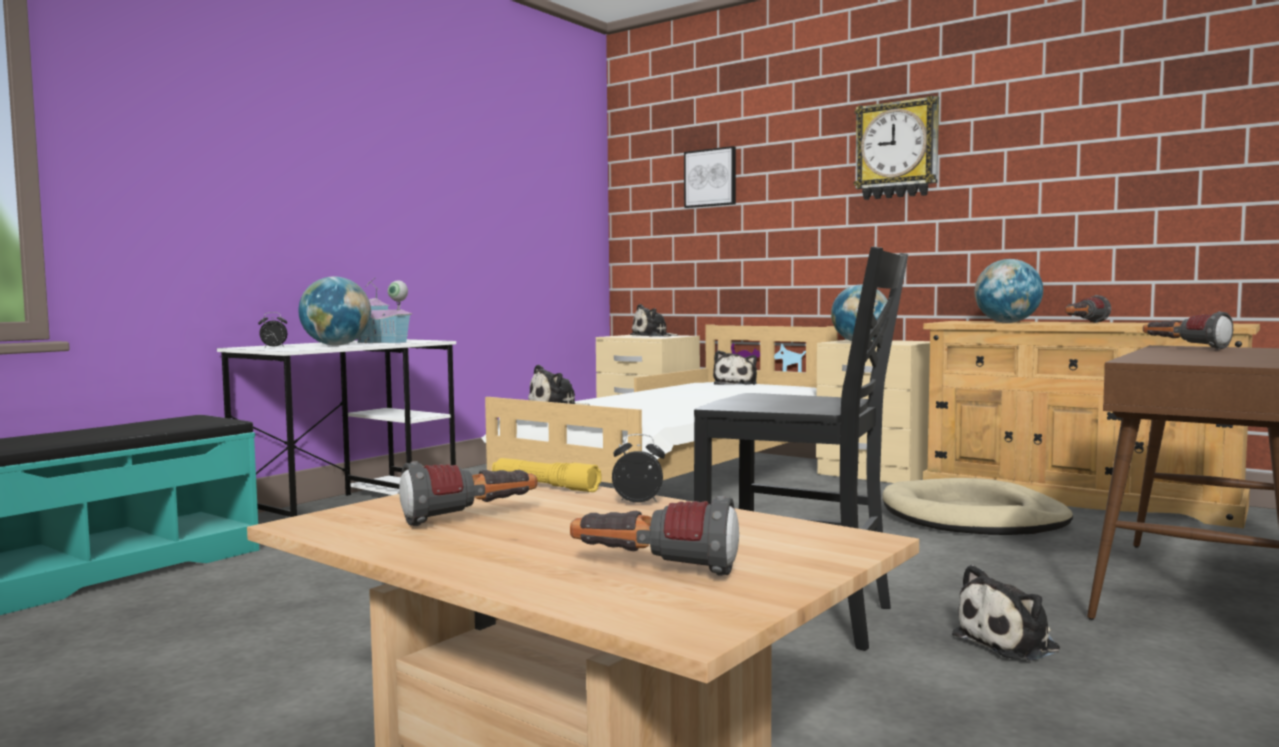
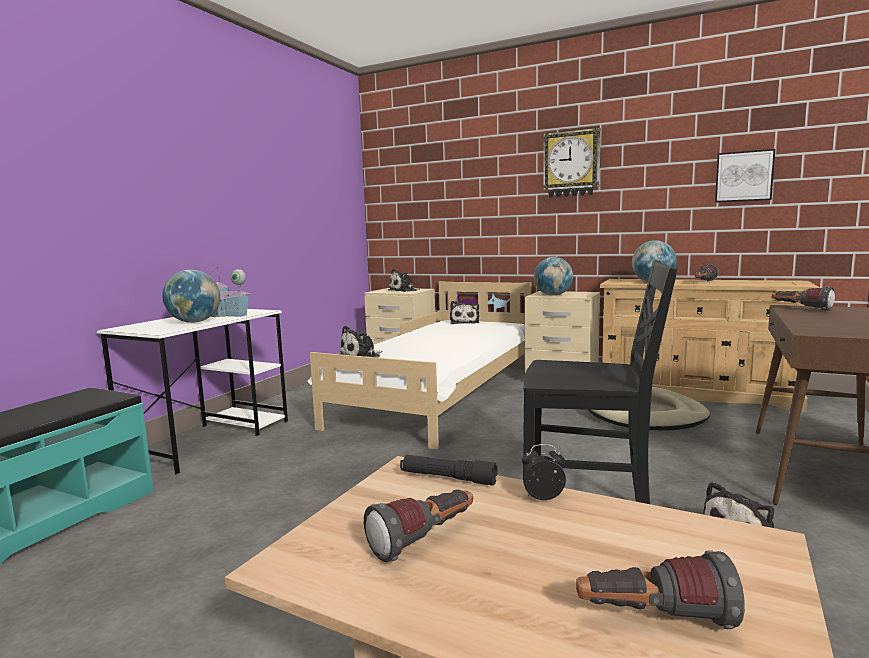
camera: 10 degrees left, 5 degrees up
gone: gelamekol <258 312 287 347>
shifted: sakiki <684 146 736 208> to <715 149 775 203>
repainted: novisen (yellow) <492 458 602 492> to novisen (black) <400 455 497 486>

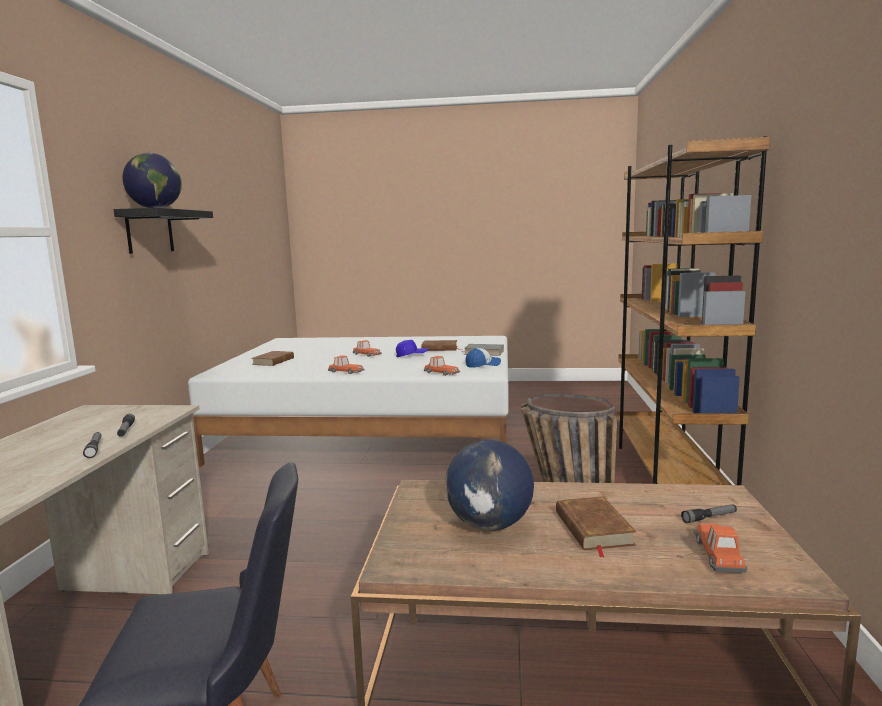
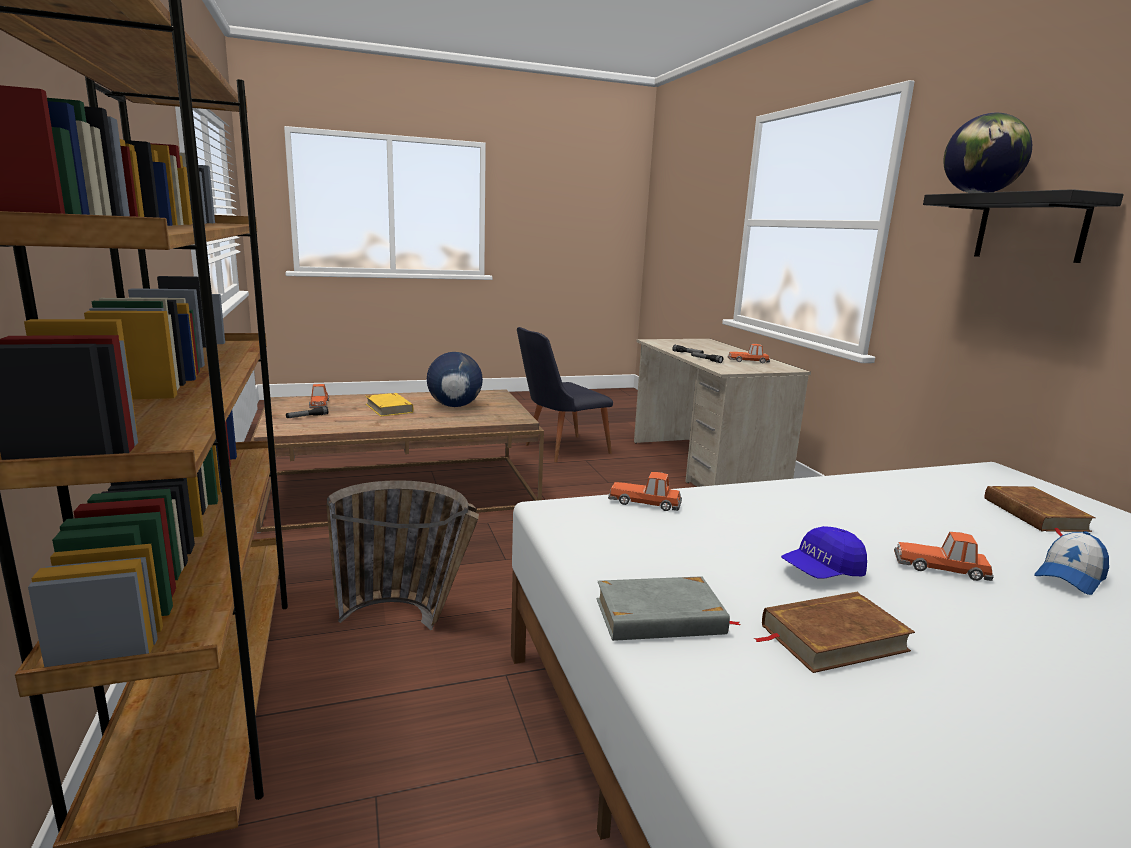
camera: 155 degrees right, 5 degrees up
shifted: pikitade <465 348 501 368> to <1034 531 1109 595>; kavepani <328 355 365 374> to <727 344 770 363>
repainted: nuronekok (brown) <556 497 636 558> to nuronekok (yellow) <366 393 414 417>

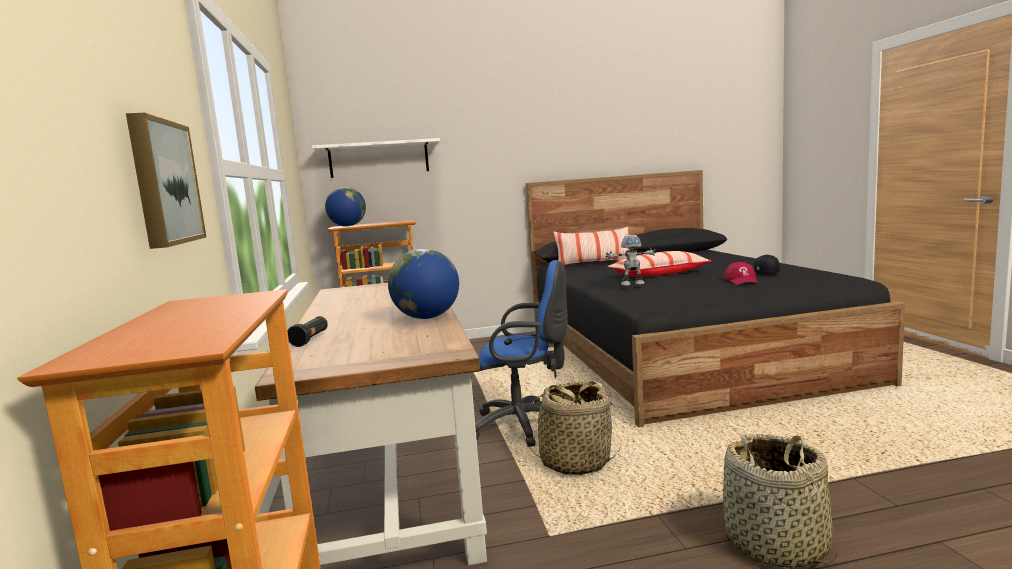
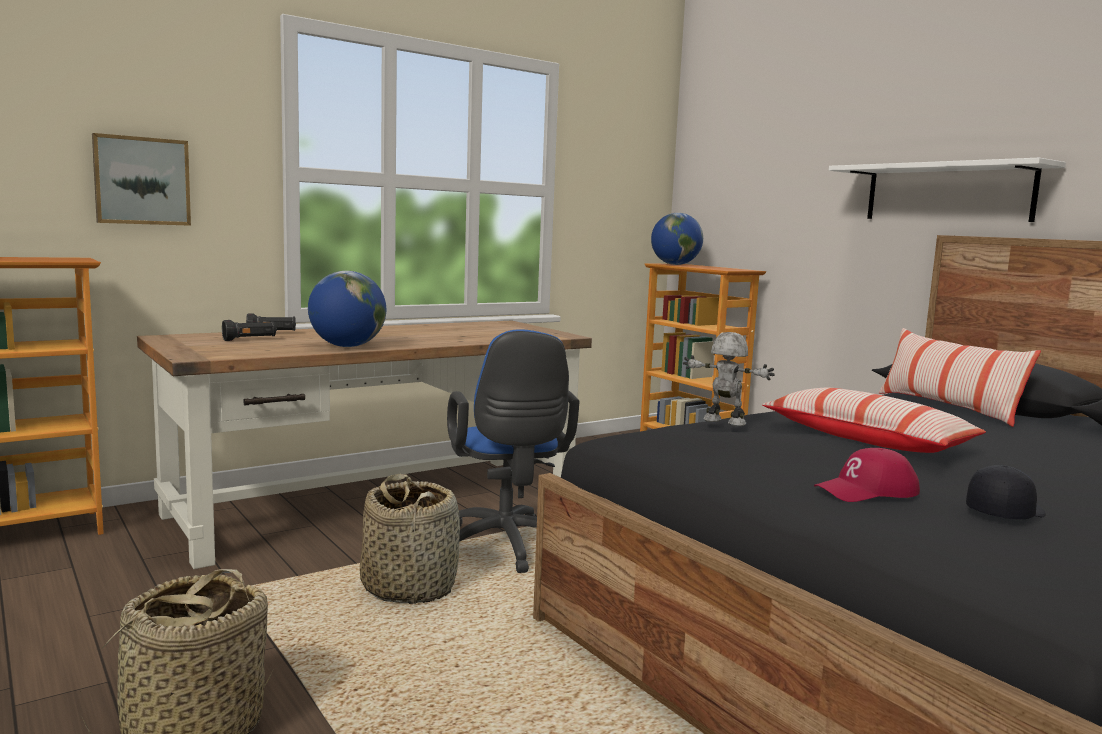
camera: 65 degrees right, 0 degrees up
new: novisen (black) <222 320 277 341>
shifted: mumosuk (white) <312 138 440 178> to <829 158 1066 222>
rotated: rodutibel <606 234 656 286> = <683 332 775 426> 150 degrees clockwise

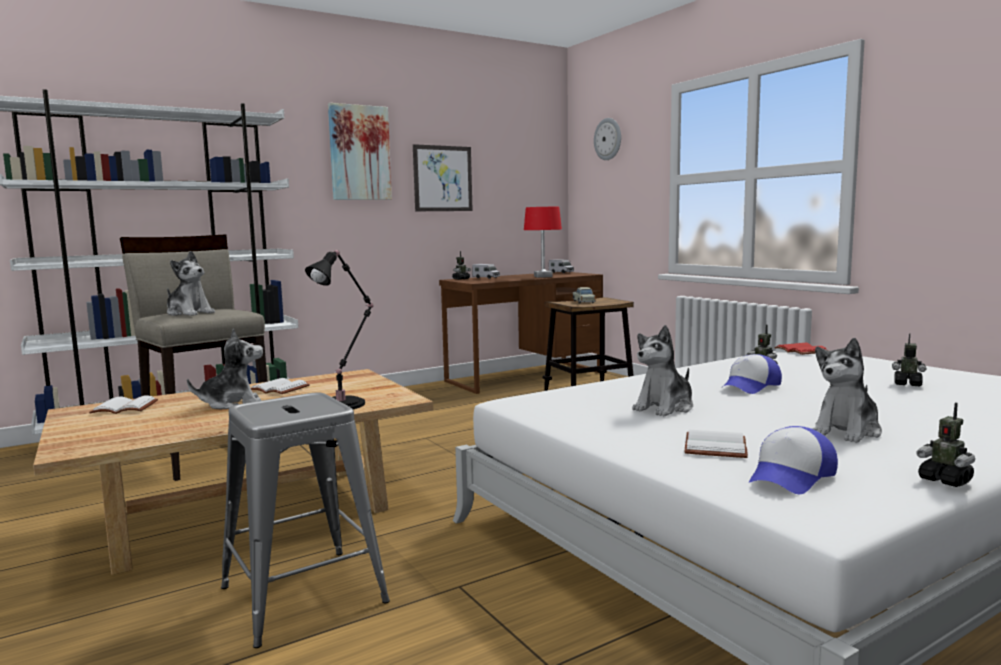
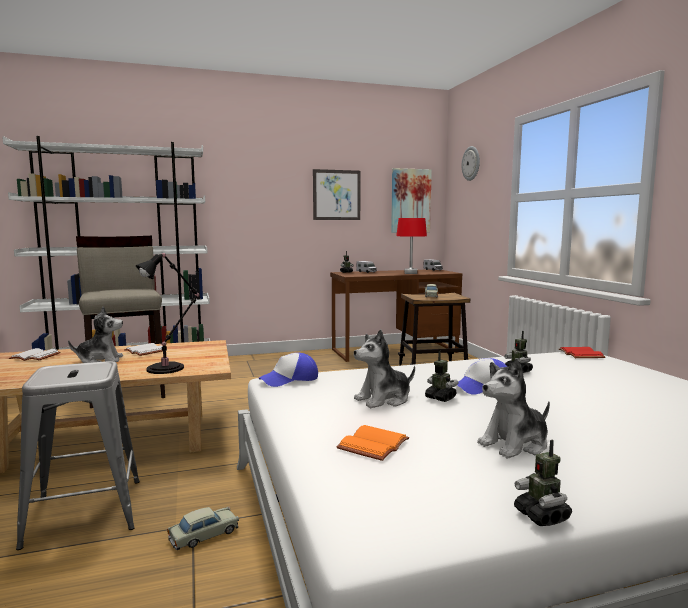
camera: 15 degrees right, 0 degrees up
gone: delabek <167 251 215 316>
new: kavepani (beige) <167 507 239 550>
shifted: sakiki <328 103 392 200> to <391 168 432 233>; rodutibel <892 333 926 386> to <425 351 458 402>; pikitade <749 426 838 494> to <259 353 318 387>
repainted: nuronekok (white) <684 430 748 458> to nuronekok (orange) <336 425 409 461>

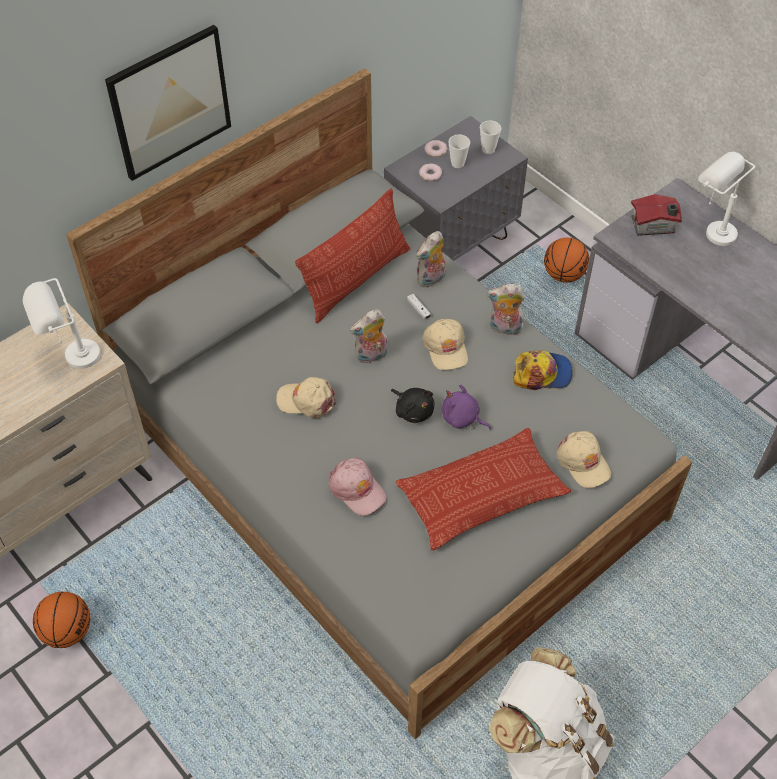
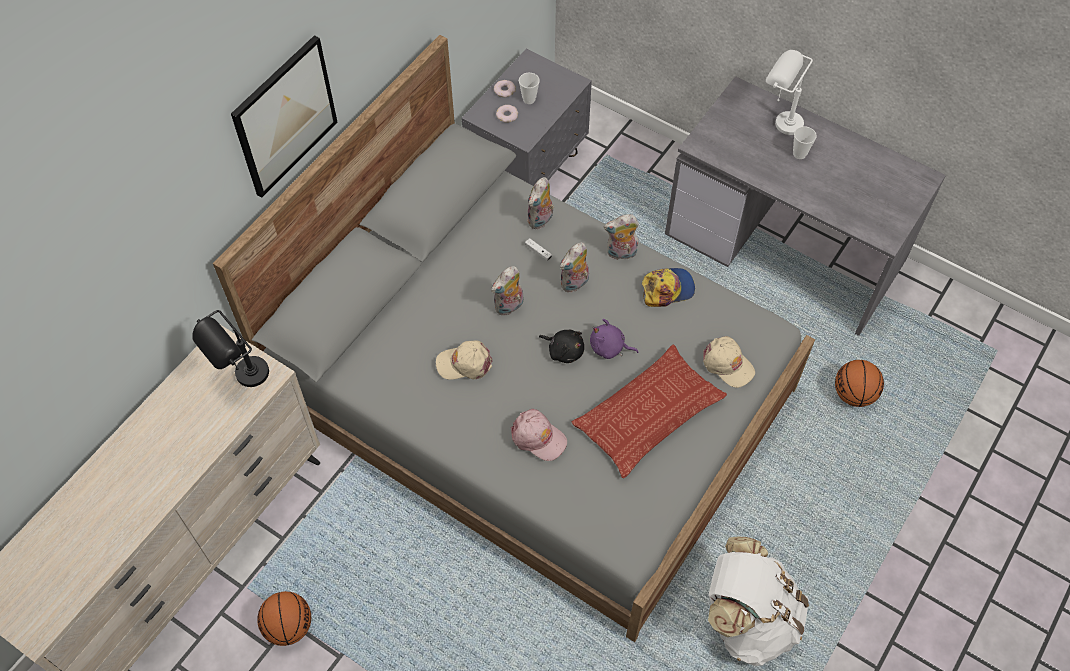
camera: 15 degrees left, 5 degrees up
gone: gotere <295 188 410 323>; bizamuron <631 194 682 236>
shifted: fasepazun <480 121 501 154> to <793 126 817 159>; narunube <544 238 589 283> to <835 360 884 407>
swapped: pikitade (beige) <423 319 468 370> to delabek <560 243 589 292>
repainted: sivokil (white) <23 278 101 369> to sivokil (black) <192 310 269 387>

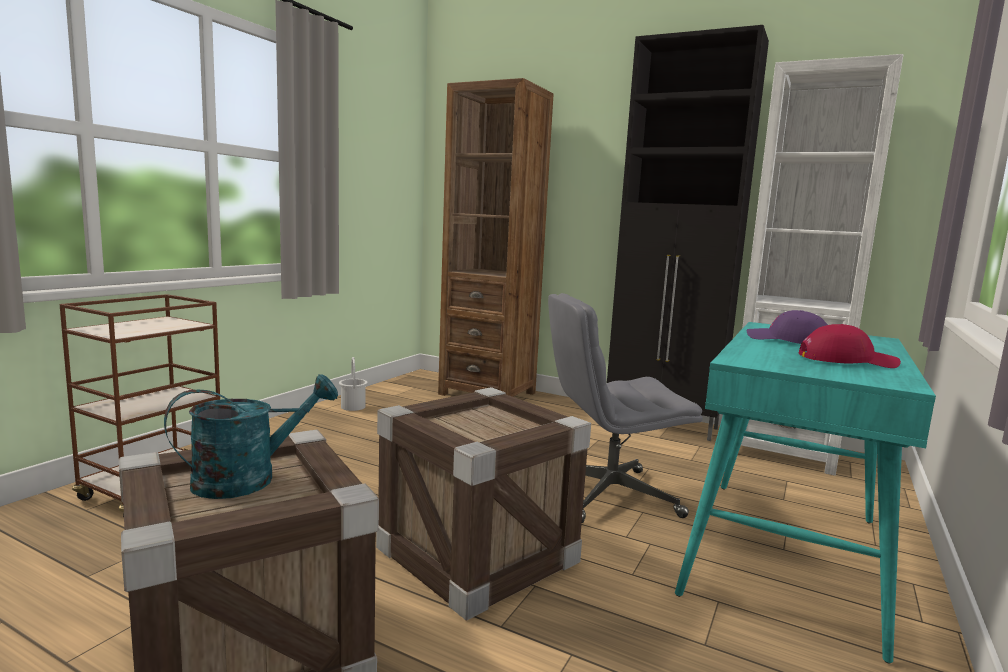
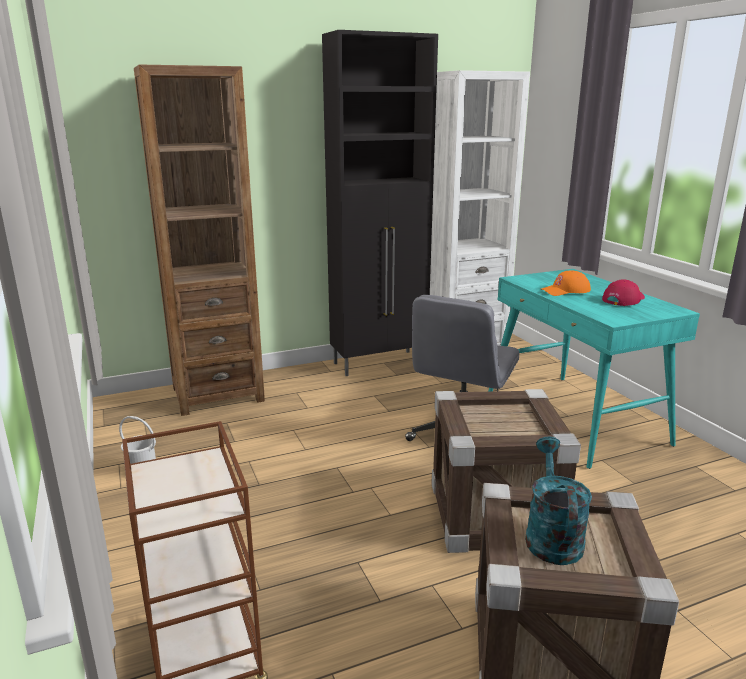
camera: 50 degrees left, 10 degrees up
repainted: pikitade (purple) <747 310 828 344> to pikitade (orange) <541 270 591 296>

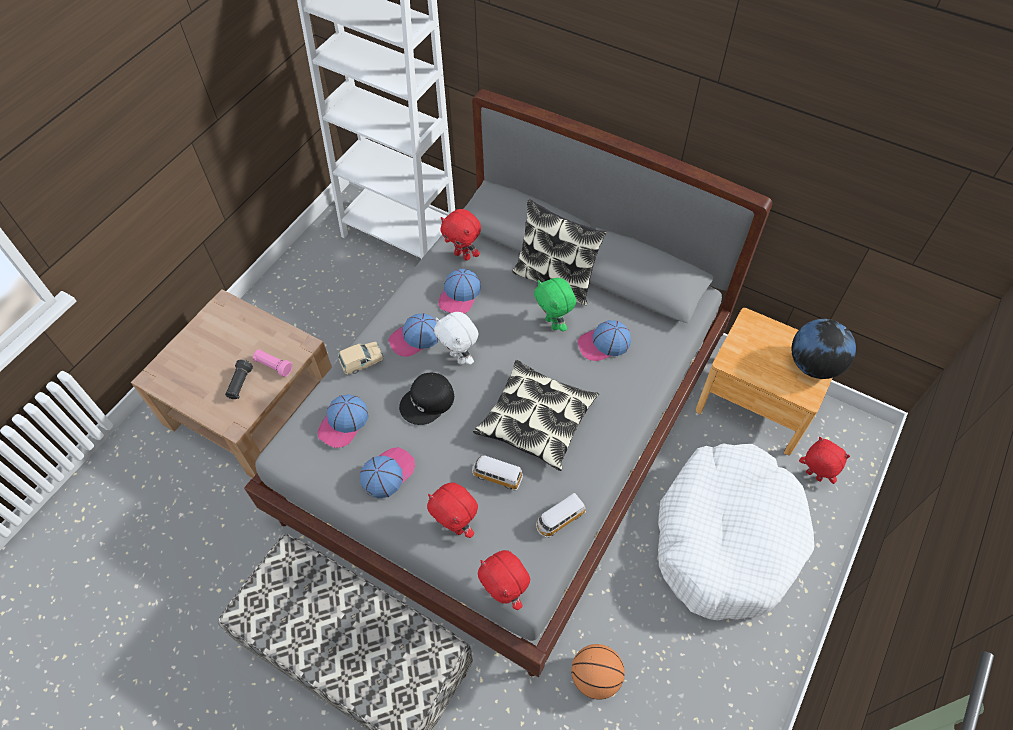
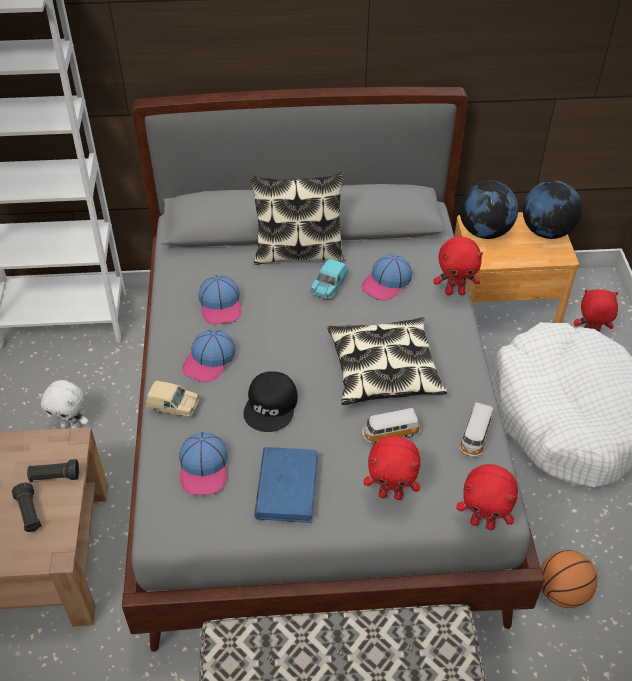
camera: 35 degrees left, 10 degrees down
new: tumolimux <460 180 518 239>
shifted: delabek (red) <441 209 481 261> to <433 236 483 295>; delabek (white) <434 312 479 365> to <39 380 89 428>
swapped: delabek (green) <534 278 576 332> to kavepani (turquoise) <310 259 348 299>; pikitade <360 447 415 499> to nuronekok (blue) <254 447 318 523>
repainted: novisen (pink) <252 349 293 377> to novisen (black) <27 459 79 483>
rotated: kavepani (beige) <338 342 384 375> = <145 381 199 417> 75 degrees clockwise

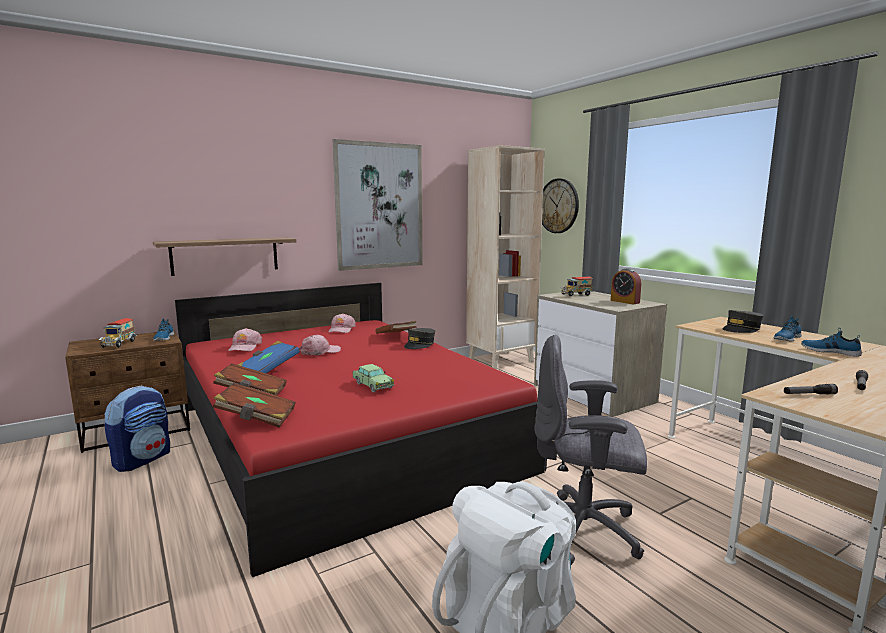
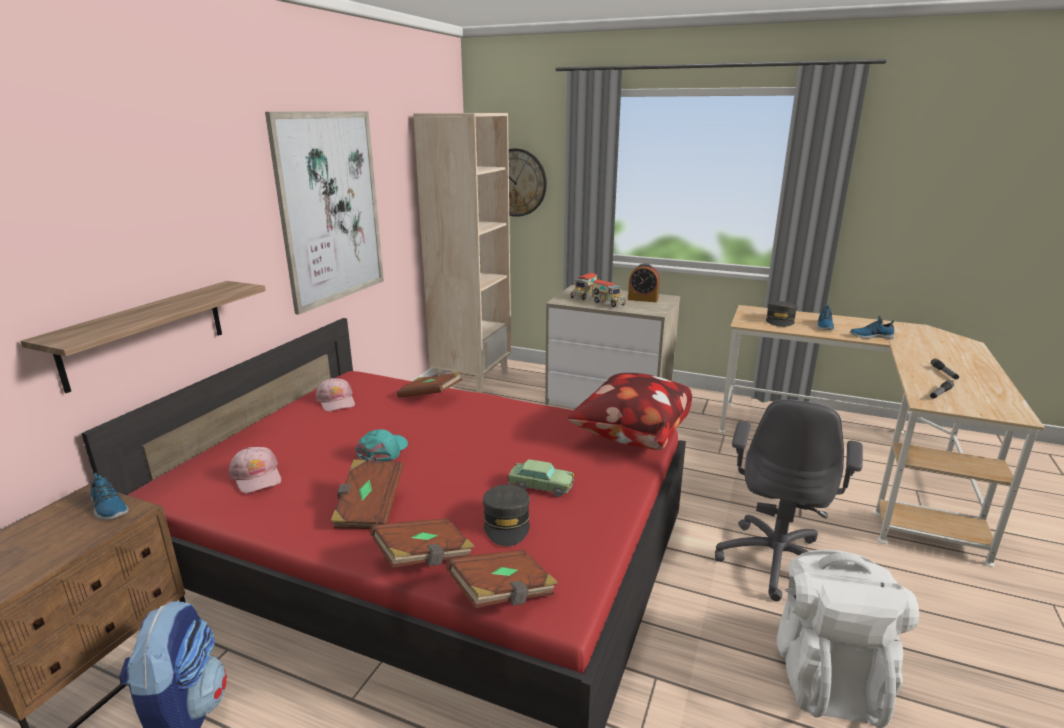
camera: 35 degrees left, 10 degrees up
new: gotere <567 373 692 450>
shifted: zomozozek <99 318 137 348> to <591 279 627 308>; pikitade (grey) <404 328 435 349> to <483 484 530 546>
repainted: pikitade (pink) <299 335 341 355> to pikitade (turquoise) <355 429 408 462>; nuronekok (blue) <238 341 300 373> to nuronekok (brown) <330 459 403 529>
rotated: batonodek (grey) <534 335 647 565> = <715 399 863 601> 45 degrees counterclockwise

